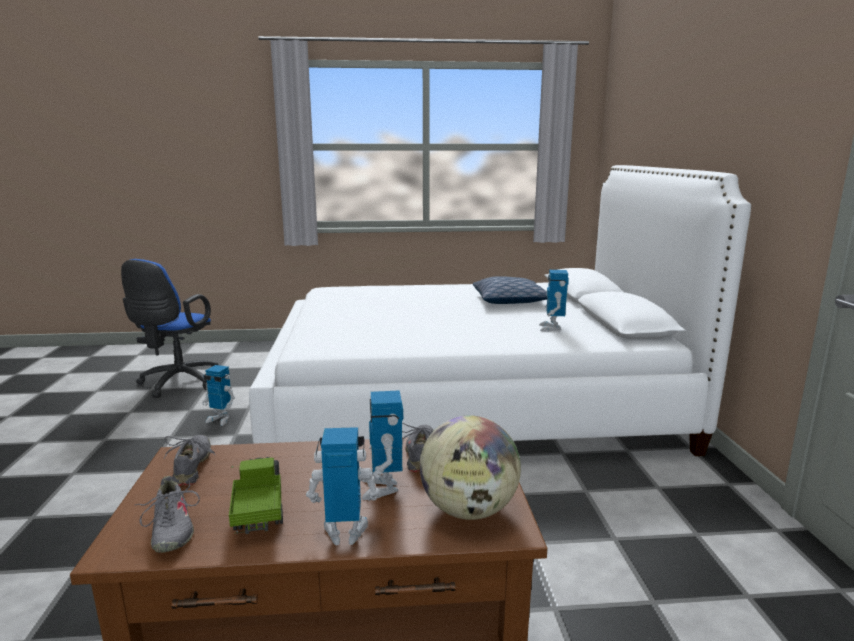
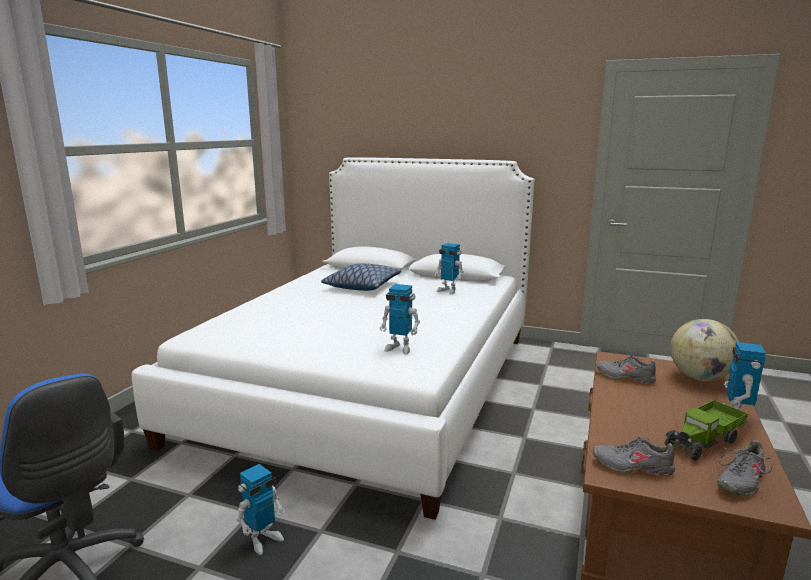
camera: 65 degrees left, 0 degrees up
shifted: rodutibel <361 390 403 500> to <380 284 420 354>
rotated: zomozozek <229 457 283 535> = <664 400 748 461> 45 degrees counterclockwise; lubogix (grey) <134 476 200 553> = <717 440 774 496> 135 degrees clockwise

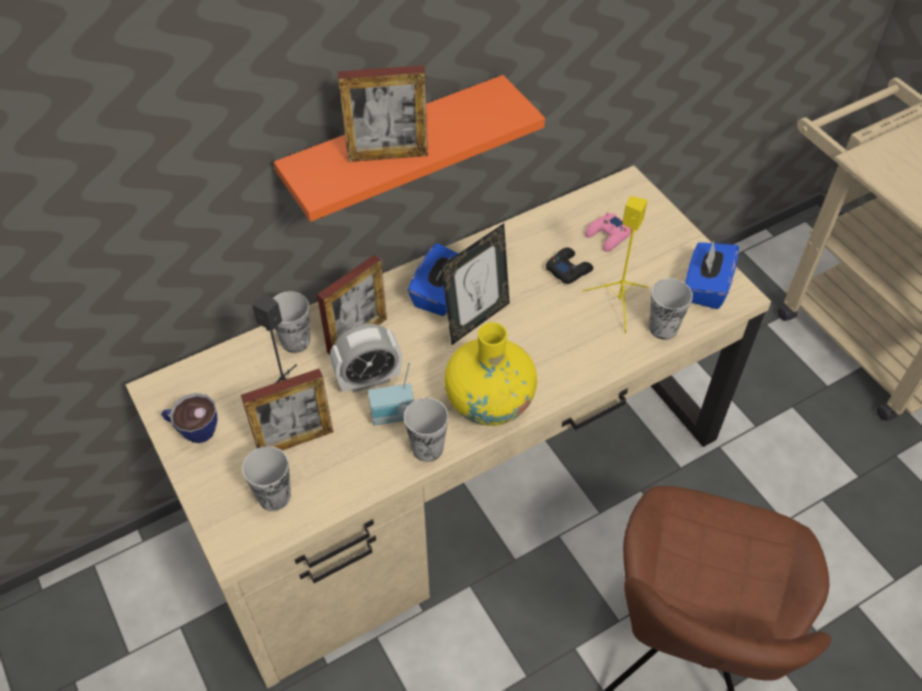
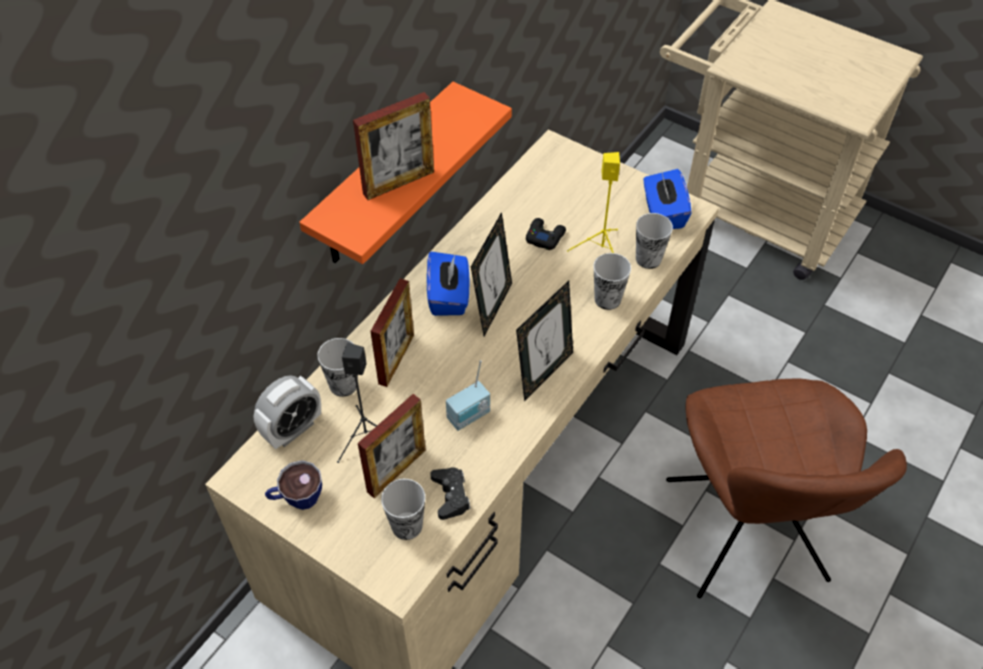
camera: 25 degrees left, 0 degrees up
gone: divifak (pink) <585 212 631 252>
new: divifak (black) <430 467 471 520>
shifted: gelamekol <330 324 402 393> to <253 375 321 449>; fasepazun <404 398 448 462> to <594 253 631 310>
swapped: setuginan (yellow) <444 322 537 426> to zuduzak <516 281 573 402>

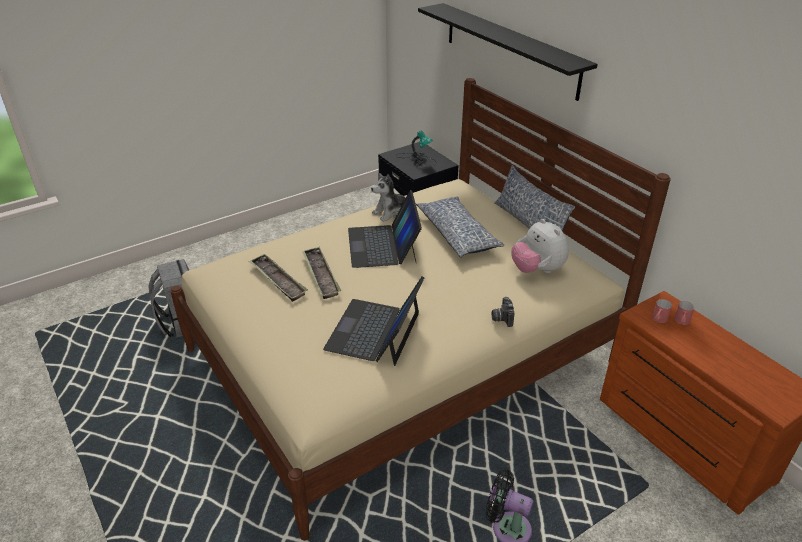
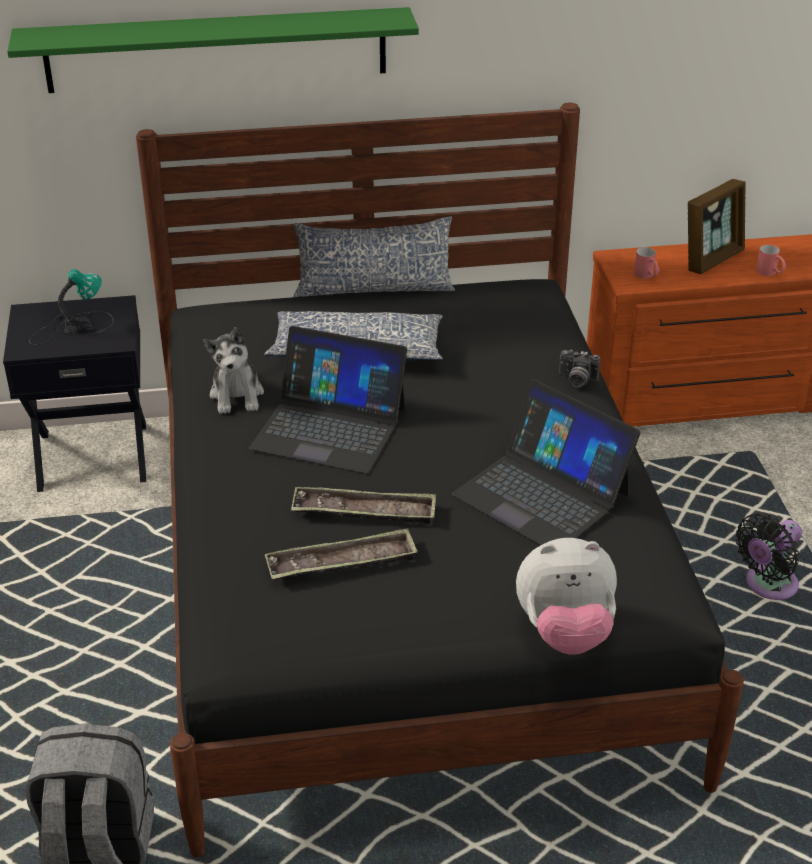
camera: 65 degrees left, 0 degrees up
new: zuduzak <688 179 746 274>
shifted: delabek <511 219 569 273> to <516 538 617 655>; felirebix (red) <674 301 695 325> to <756 245 786 276>
repainted: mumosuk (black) <418 3 598 101> to mumosuk (green) <7 7 419 93>; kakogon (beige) <170 78 671 541> to kakogon (black) <136 103 744 857>

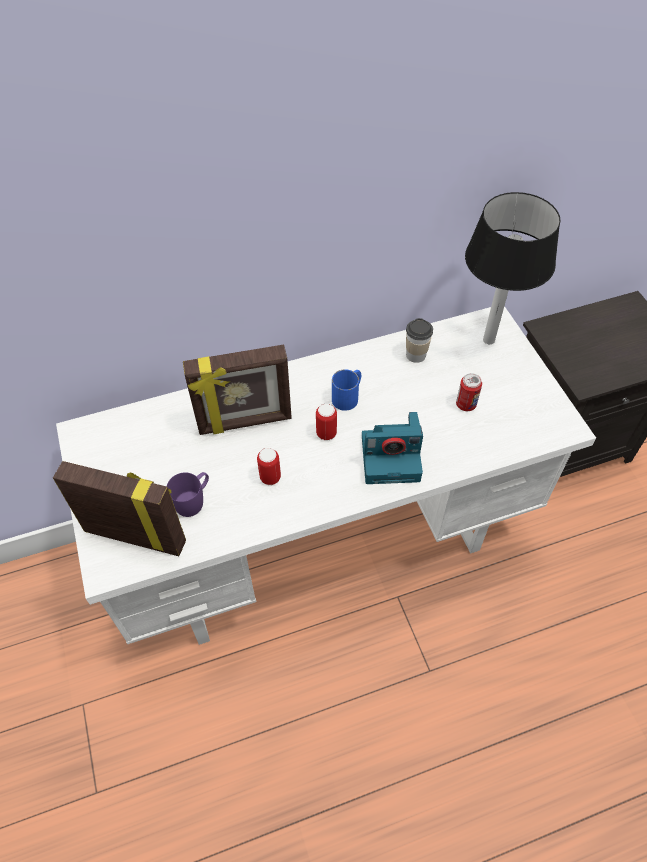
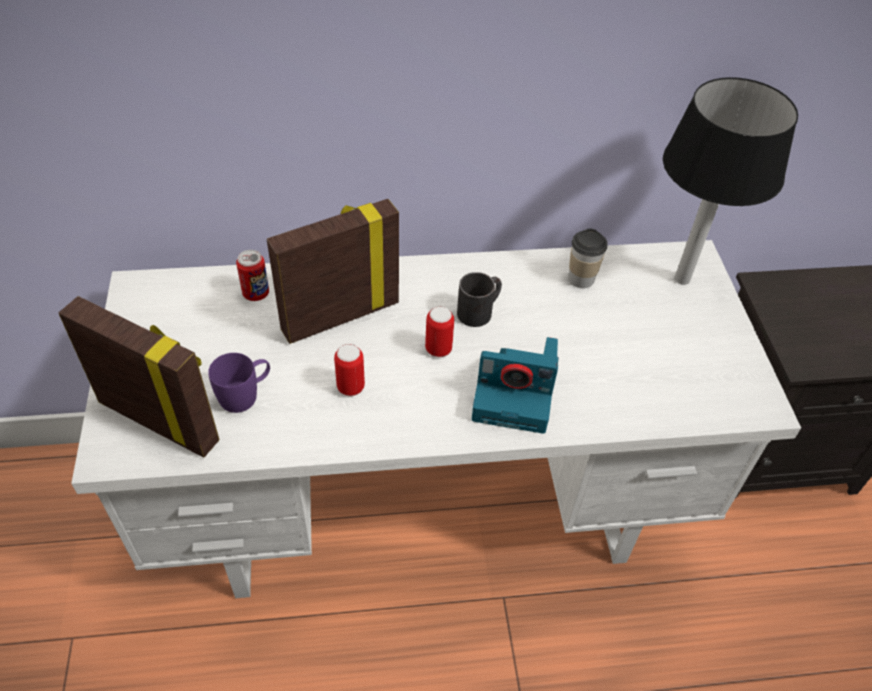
camera: 10 degrees right, 5 degrees down
shifted: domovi <456 373 482 411> to <236 250 269 301>
repainted: felirebix (blue) <332 369 361 411> to felirebix (black) <457 272 502 327>
rotated: zuduzak <183 345 292 435> = <267 199 399 344> 150 degrees clockwise

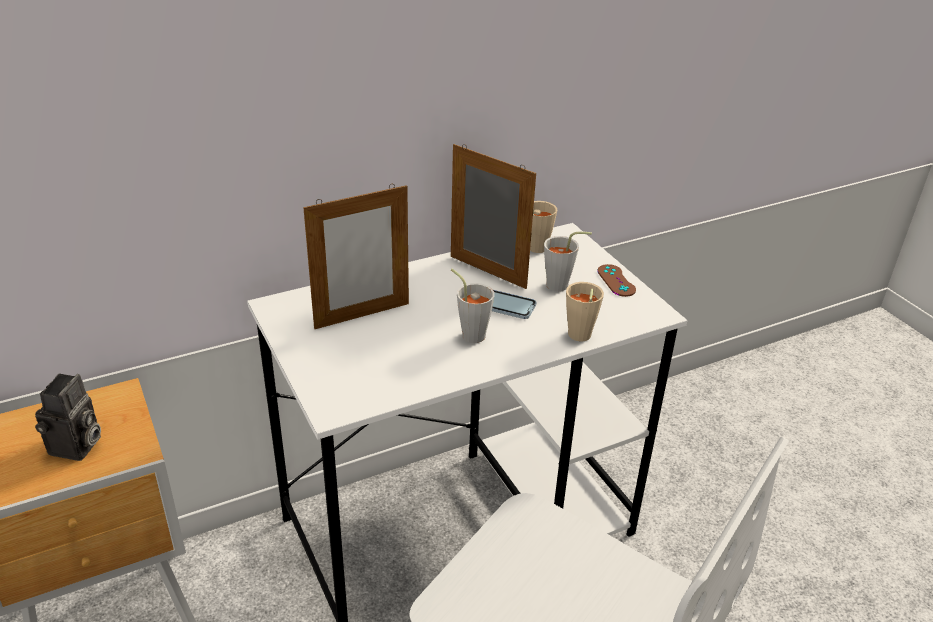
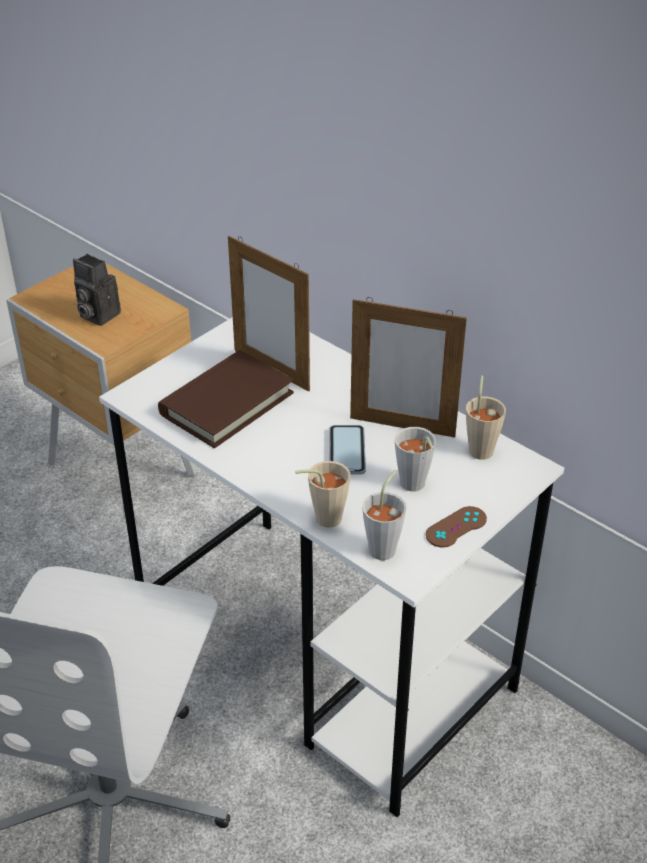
camera: 70 degrees right, 5 degrees up
new: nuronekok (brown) <158 350 294 448>
shifted: fasepazun (grey) <451 268 495 343> to <362 470 407 560>
rotated: zuduzak <451 144 536 289> = <350 297 467 438> 90 degrees clockwise; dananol <35 373 101 461> = <73 254 121 326> 45 degrees clockwise

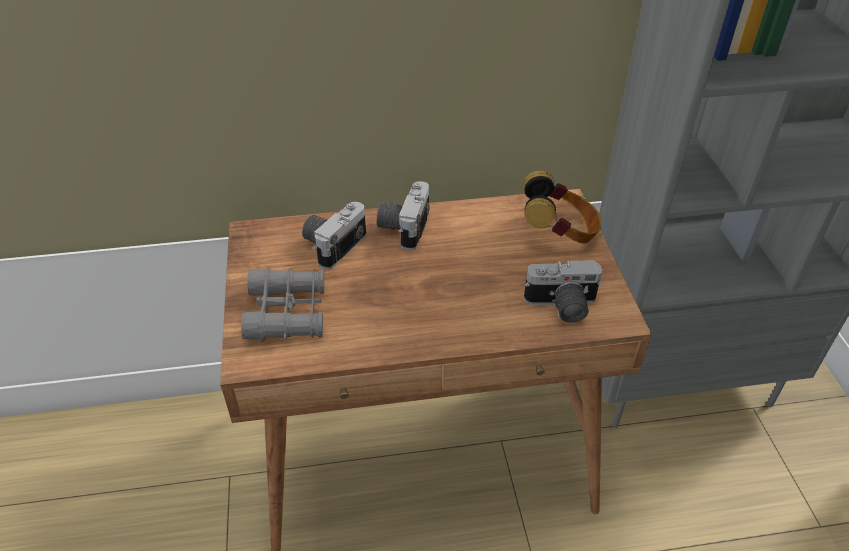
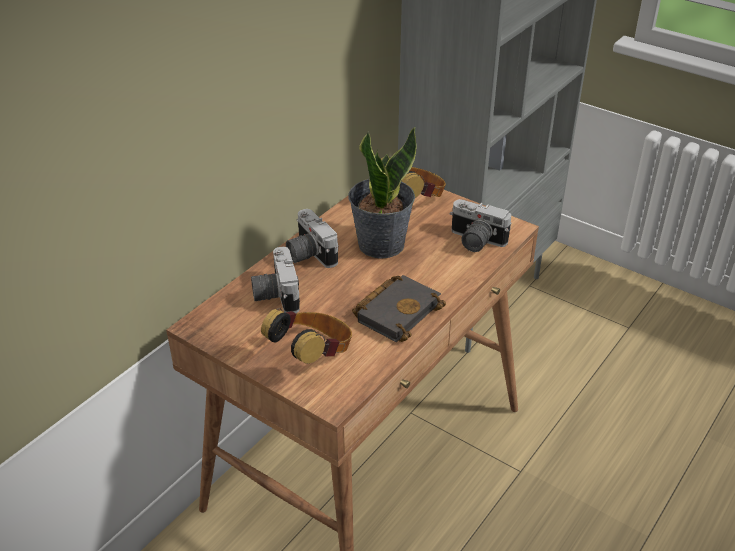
camera: 45 degrees left, 5 degrees down
new: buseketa <348 127 417 259>; nuronekok (black) <352 275 446 342>
swapped: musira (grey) <241 267 324 341> to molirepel <261 308 352 364>
rotated: dananol <524 260 603 323> = <450 199 511 252> 75 degrees clockwise

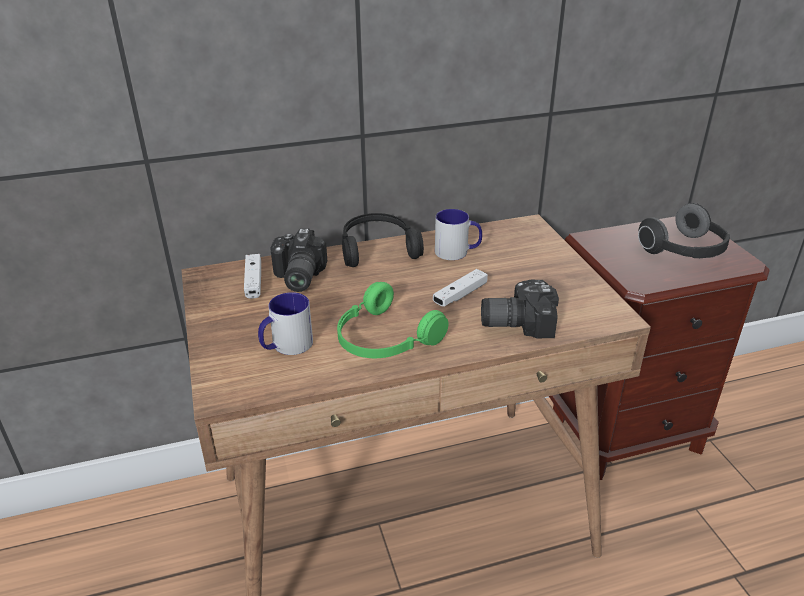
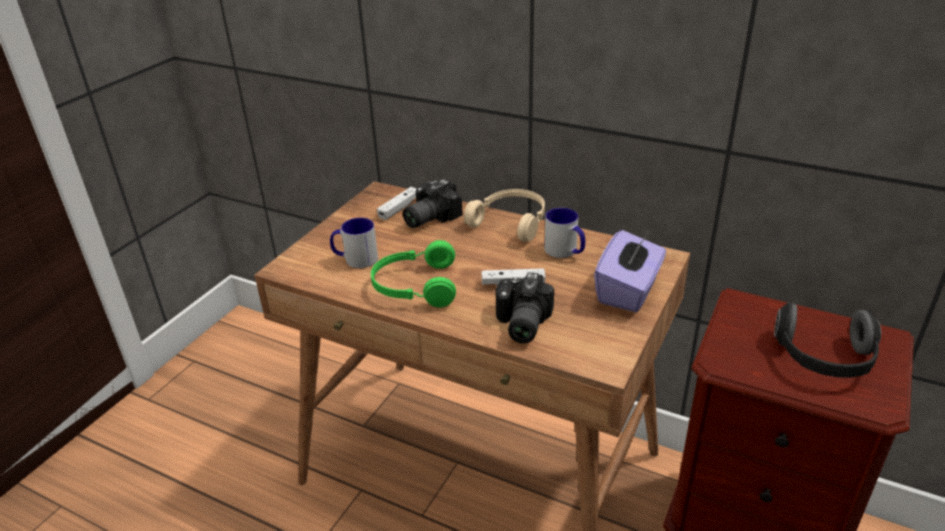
camera: 45 degrees right, 0 degrees up
new: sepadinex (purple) <594 230 666 312>
repainted: molirepel (black) <342 213 424 267> to molirepel (beige) <464 189 545 242>
rotated: dananol <481 279 559 338> = <496 272 554 343> 120 degrees counterclockwise

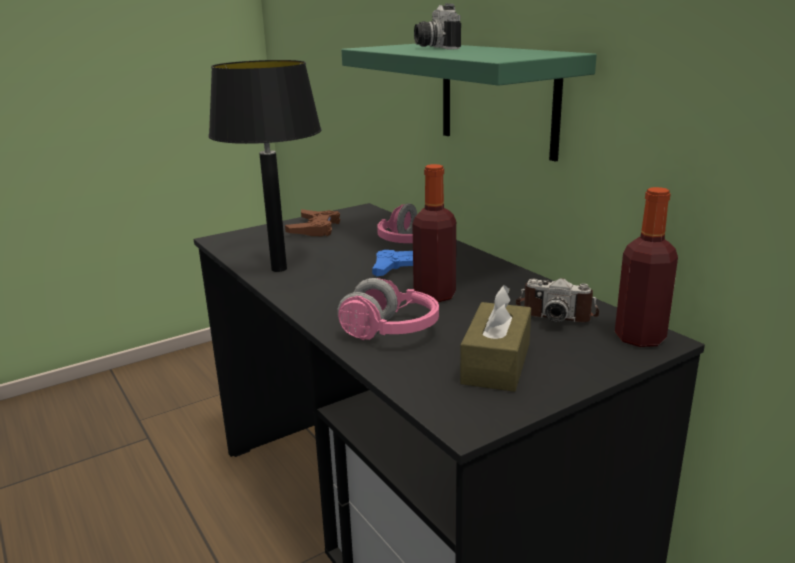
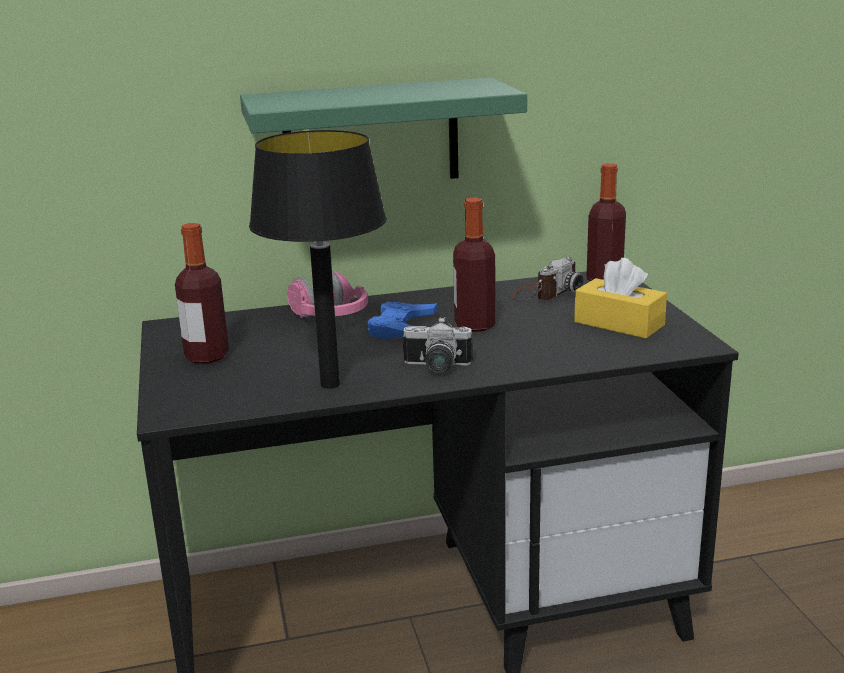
camera: 70 degrees left, 0 degrees up
gone: molirepel (pink) <338 278 439 340>
shifted: dananol <414 3 461 49> to <403 317 473 373>
swapped: divifak (brown) <285 209 340 236> to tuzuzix <175 223 229 363>
repainted: sepadinex (brown) <460 285 531 392> to sepadinex (yellow) <574 258 667 339>

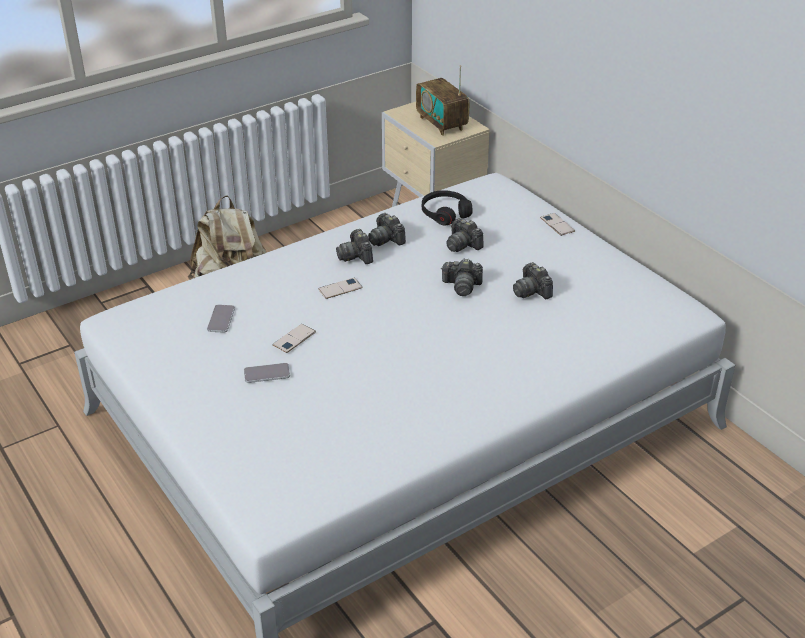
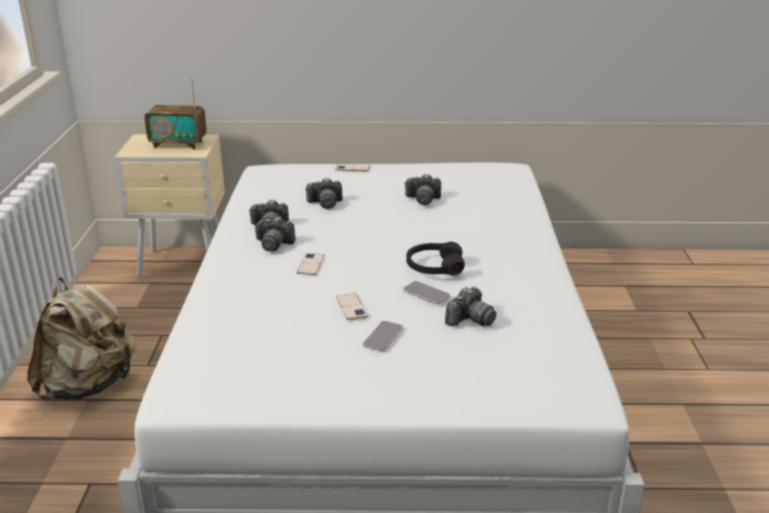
camera: 55 degrees left, 10 degrees down
shifted: molirepel (black) <422 190 473 226> to <406 242 465 276>; dananol <441 259 483 296> to <445 286 496 326>; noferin <207 305 235 333> to <403 281 450 304>

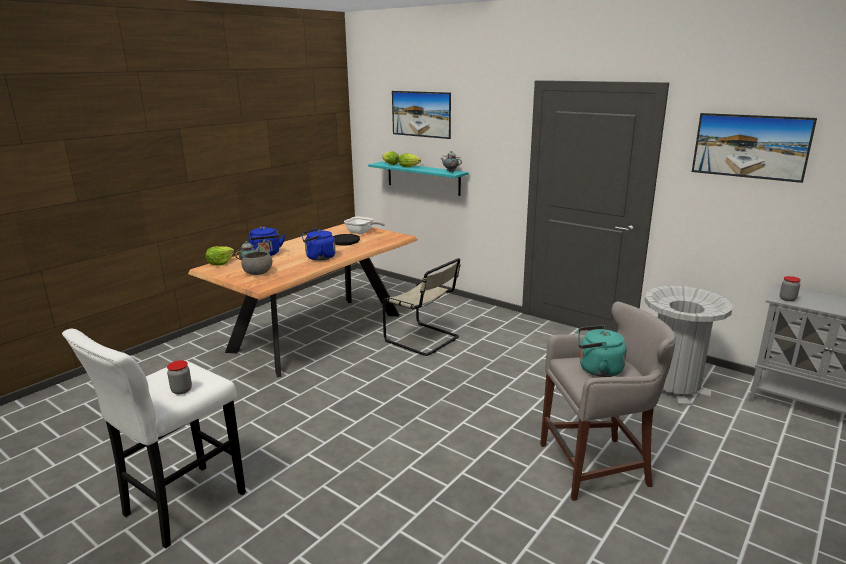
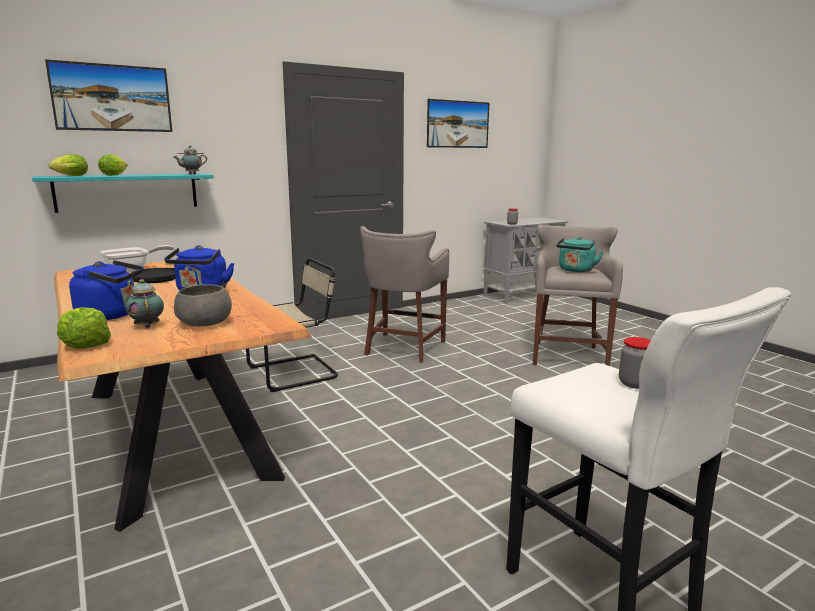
camera: 70 degrees left, 5 degrees down
gone: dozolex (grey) <644 286 732 405>
new: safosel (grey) <360 226 449 363>

